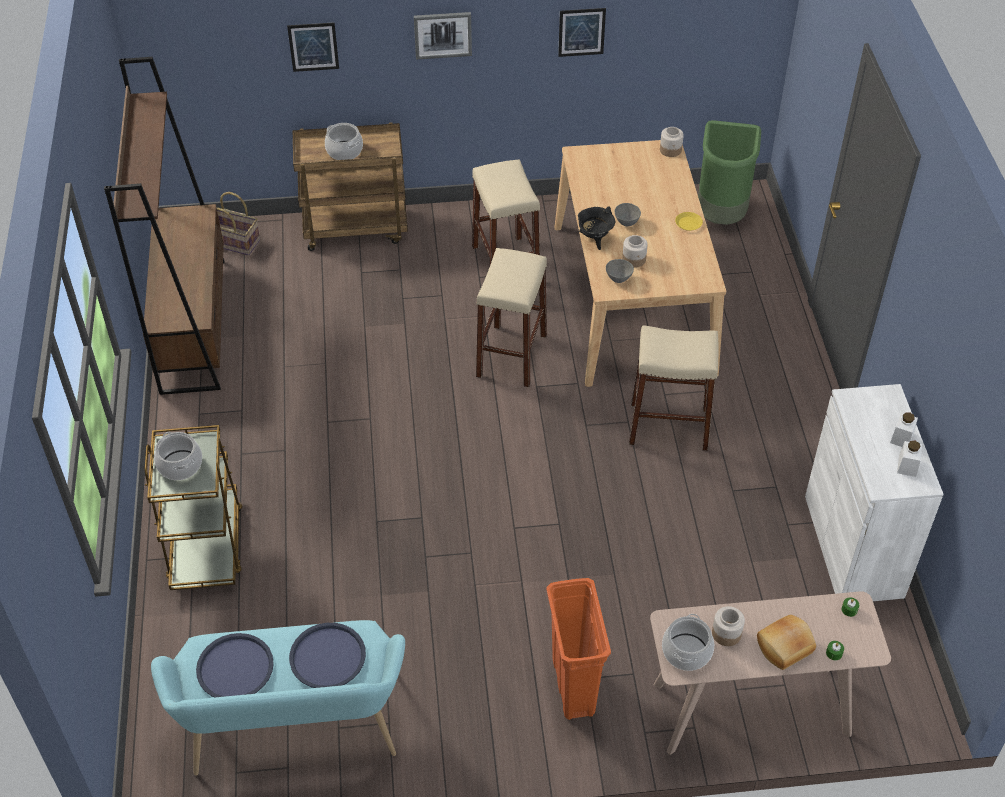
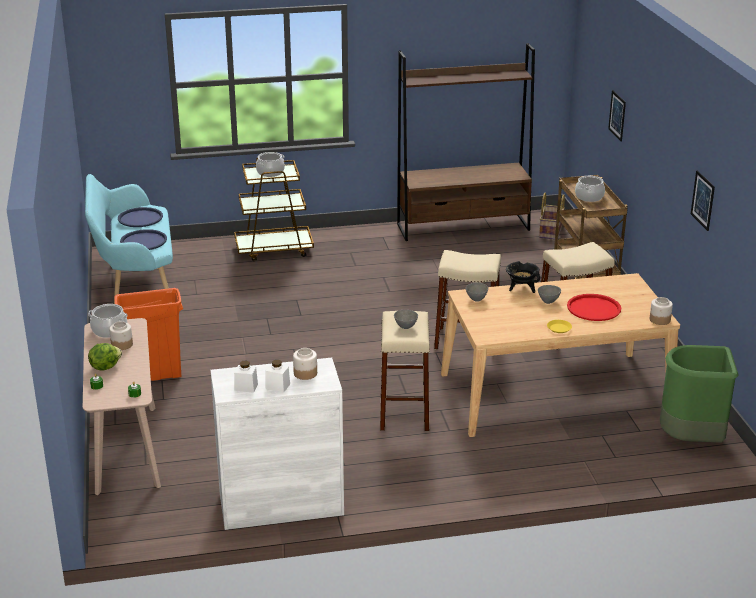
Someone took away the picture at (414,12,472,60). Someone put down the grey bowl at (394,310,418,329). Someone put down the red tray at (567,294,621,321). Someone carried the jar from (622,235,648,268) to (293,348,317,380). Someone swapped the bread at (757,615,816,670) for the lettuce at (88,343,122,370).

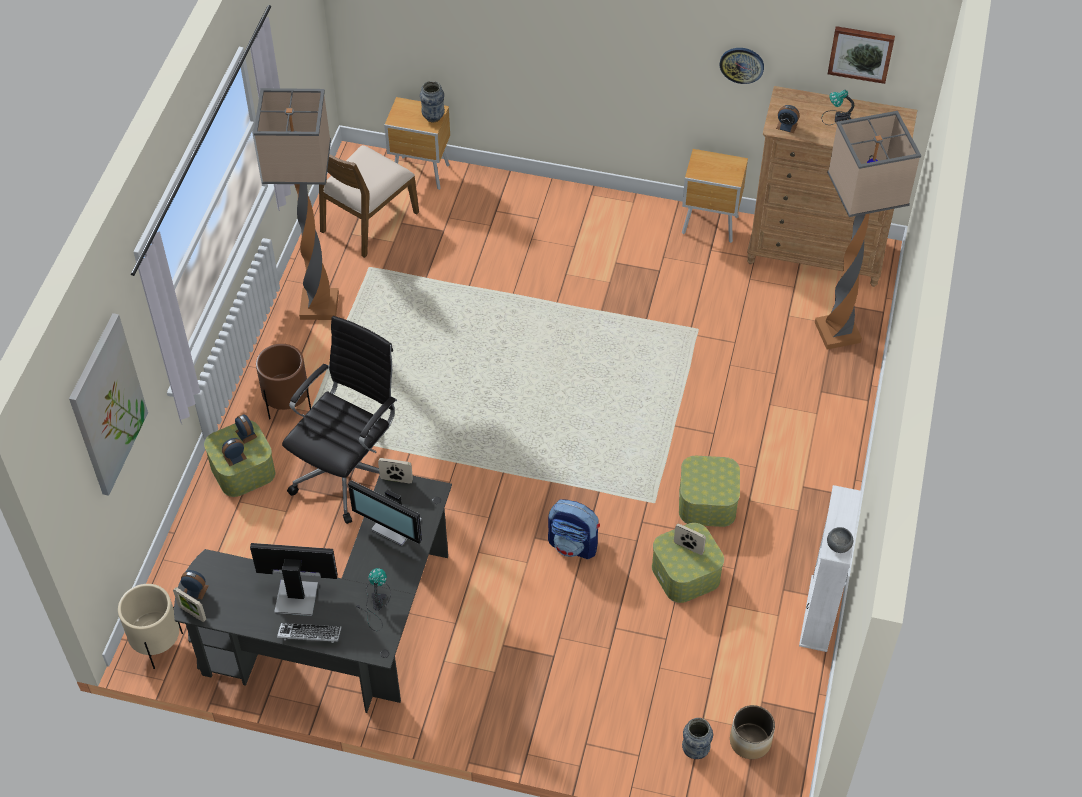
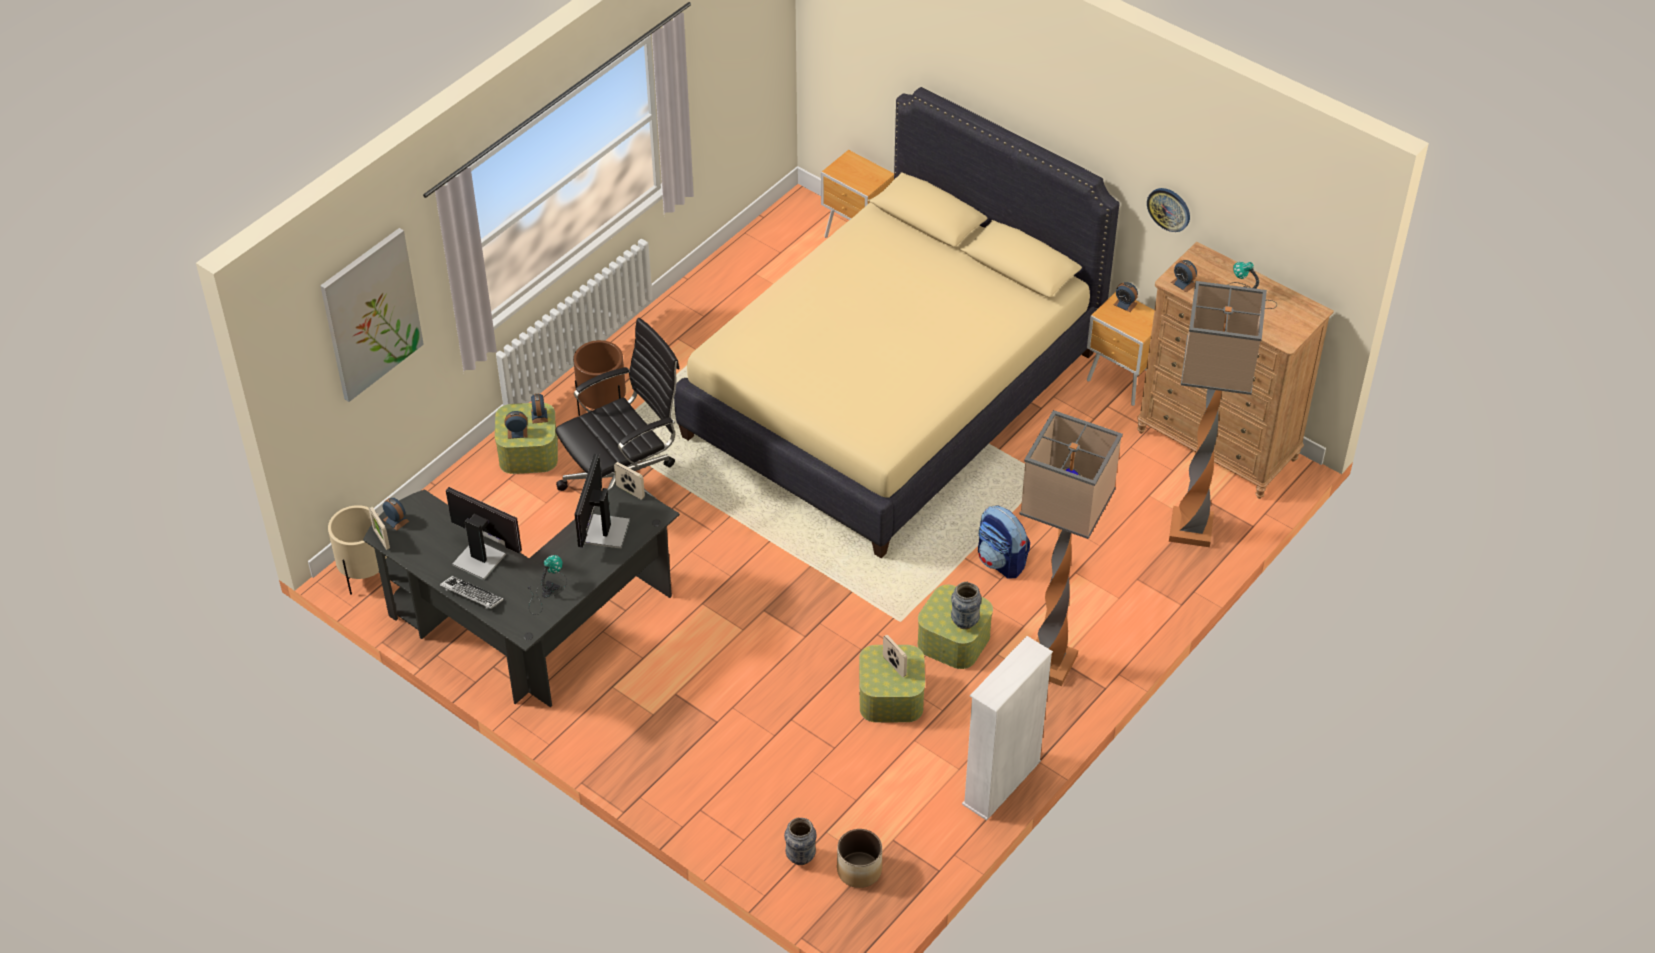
Someone took away the brown chair at (319,145,419,258). Someone took away the grey bowl at (827,527,853,553). Someone took away the picture at (828,26,895,84). Someone put down the beige bed at (674,87,1120,558). Someone put down the alarm clock at (1114,282,1138,312). Someone carried the floor lamp from (253,88,339,320) to (1019,410,1123,686). Someone carried the vase from (420,81,445,122) to (951,582,982,629). Someone carried the backpack from (548,499,600,559) to (978,505,1030,579). Someone rotated the monitor at (348,480,422,546) by 45 degrees clockwise.

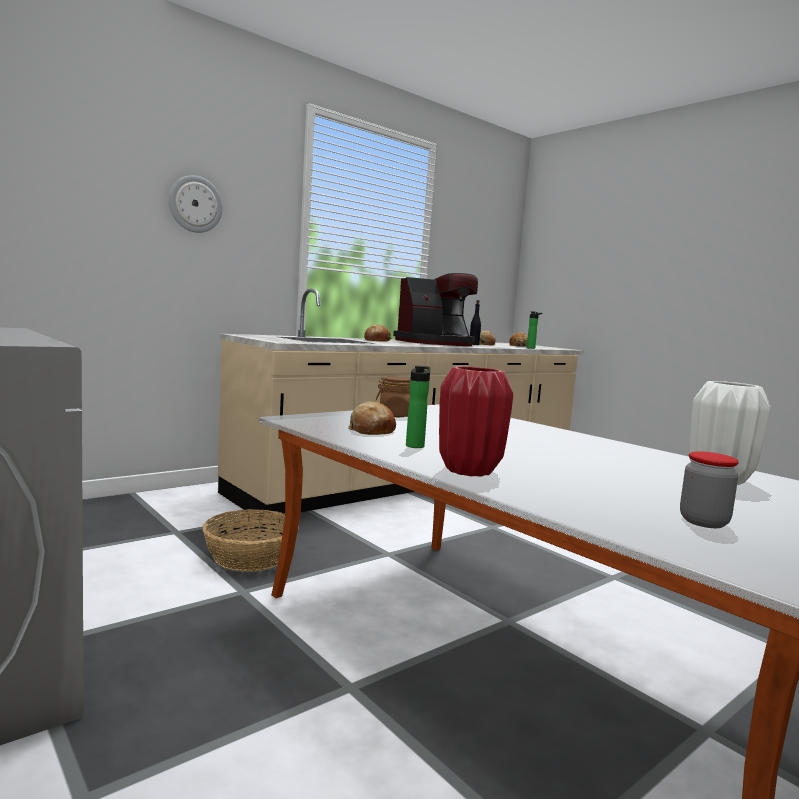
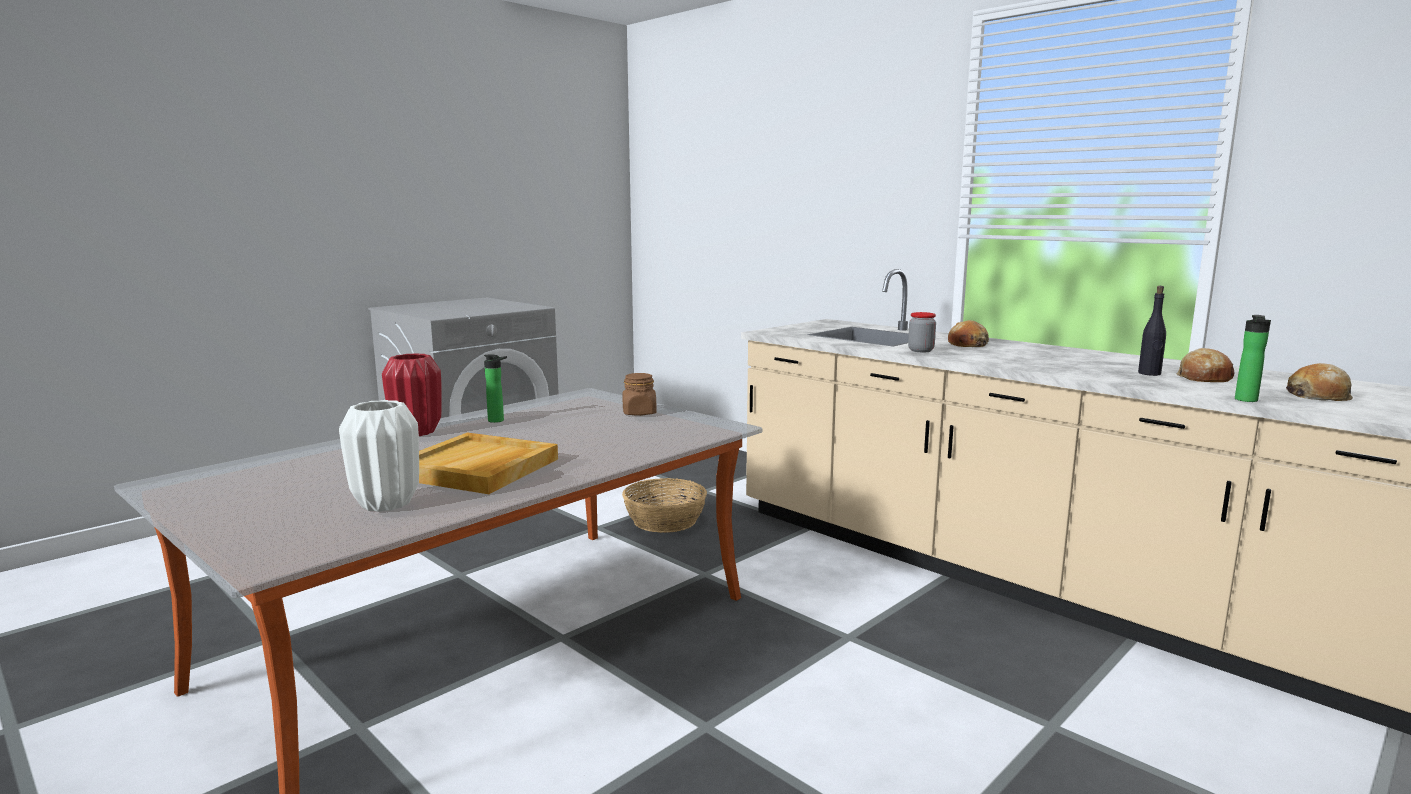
Someone took away the wall clock at (169,175,223,233). Someone took away the bread at (348,401,396,435). Someone took away the coffee machine at (393,273,478,346). Someone put down the beige tray at (419,433,558,494). Someone carried the jar from (680,451,739,528) to (908,312,936,352).

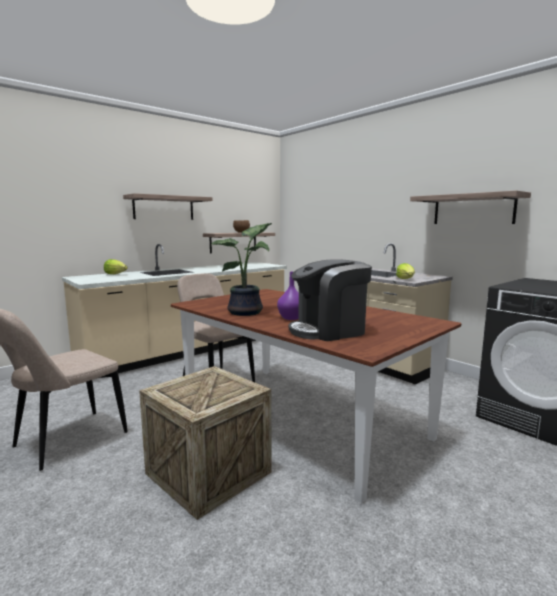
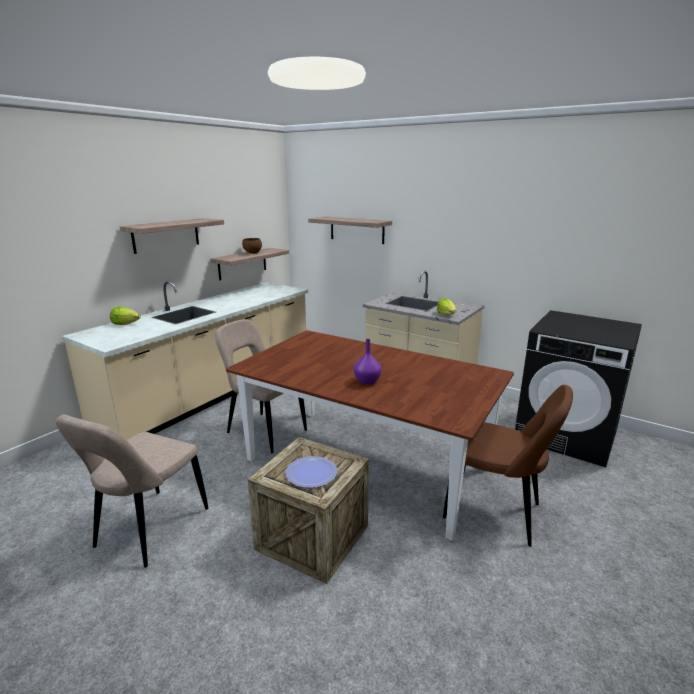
Someone took away the potted plant at (211,223,272,316). Someone took away the coffee machine at (289,259,372,341). Someone put down the plate at (285,456,337,488). Someone put down the brown chair at (443,385,573,547). Someone carried the shelf from (410,190,531,224) to (308,217,392,244).

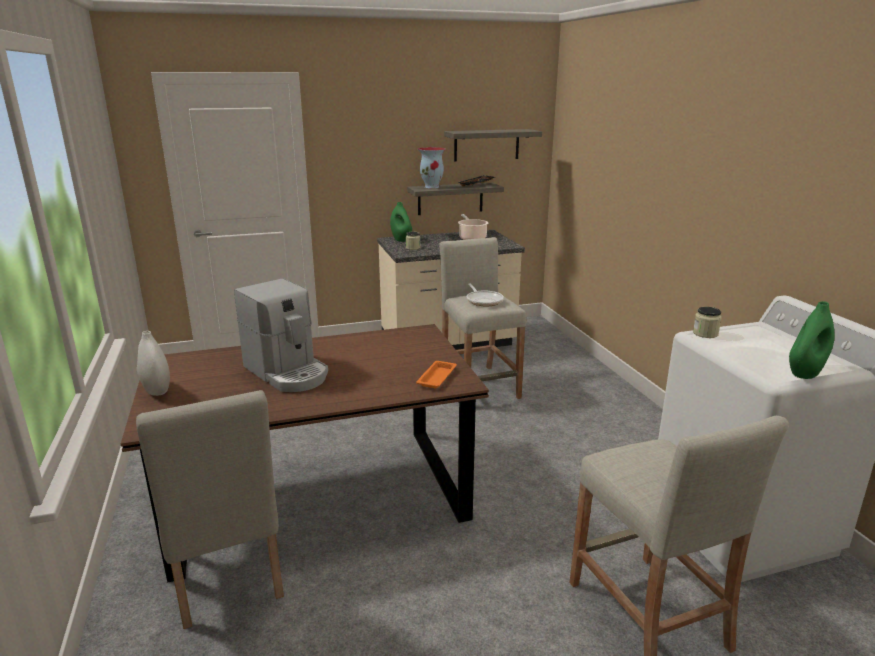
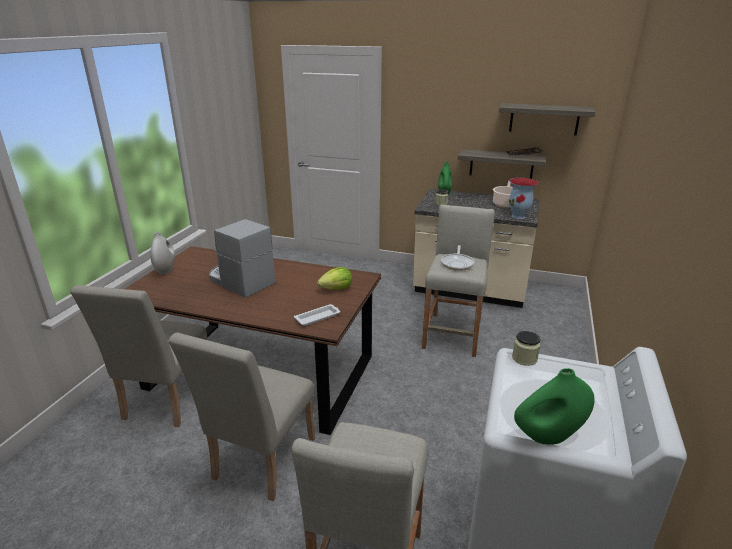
Someone put down the beige chair at (168,332,315,501). Someone put down the lettuce at (317,267,352,290). Someone carried the vase from (418,147,446,188) to (509,178,538,219). Someone repainted the orange tray at (416,361,457,388), which became the white tray at (294,304,340,326). Someone rotated the coffee machine at (234,279,328,392) by 135 degrees clockwise.

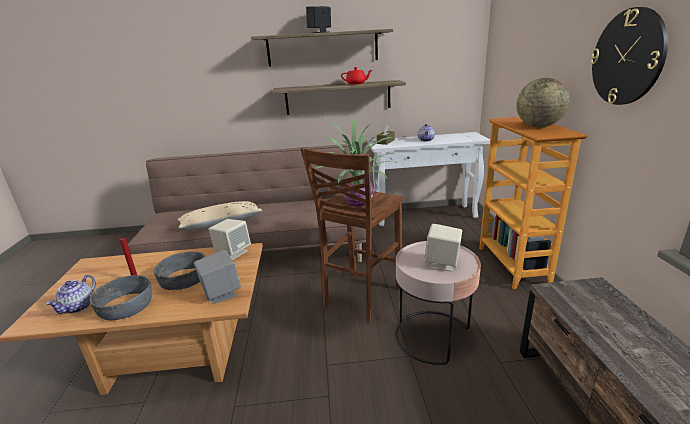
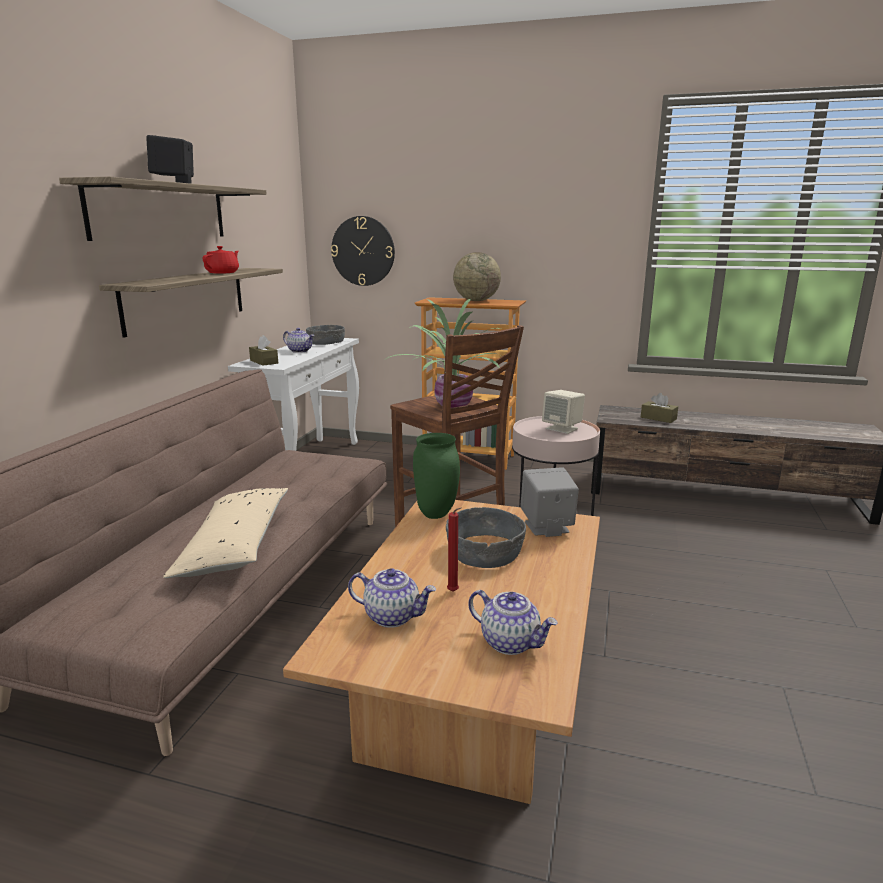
Someone put down the teapot at (348,568,436,628). Someone put down the brown tissue box at (641,393,678,423). Someone carried the grey bowl from (89,275,152,320) to (306,325,345,345). Someone carried the wall clock from (590,7,668,105) to (331,216,395,286). Someone swapped the beige speaker at (209,219,251,260) for the green vase at (413,433,460,519).

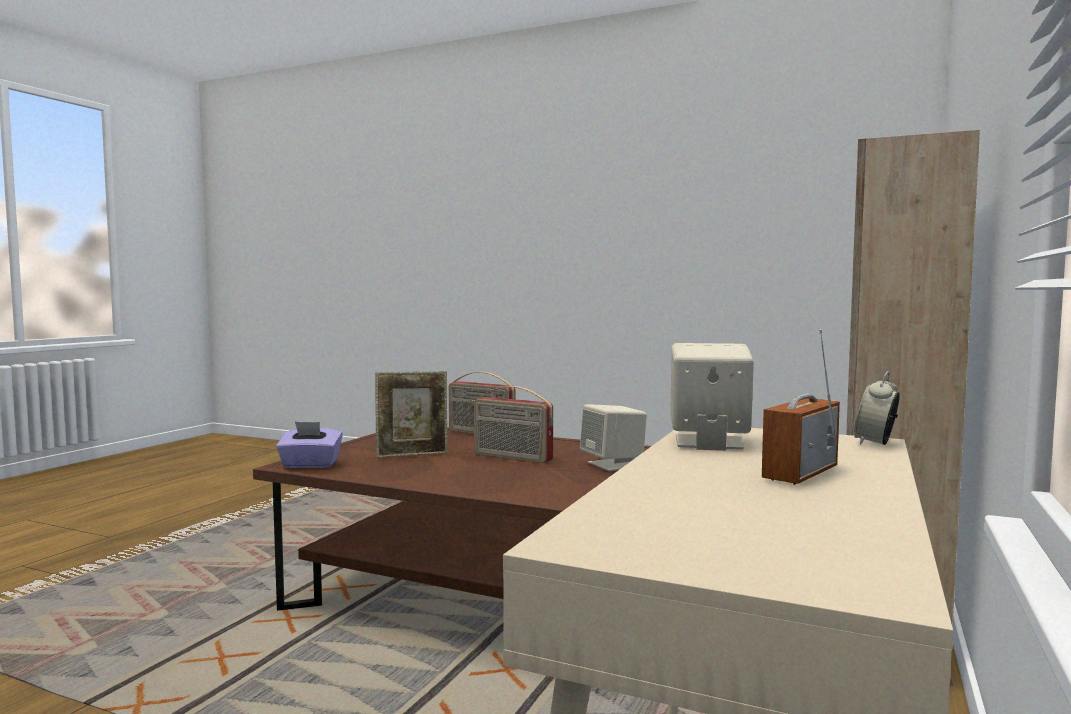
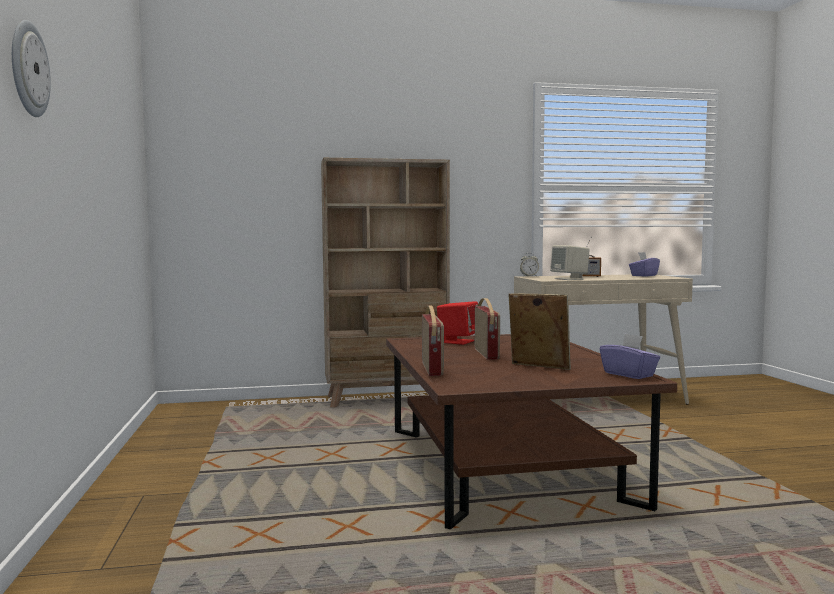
Someone put up the wall clock at (12,20,51,117). Someone put down the purple tissue box at (629,252,660,277). Someone repainted the beige speaker at (580,404,647,471), which became the red speaker at (437,301,478,345).

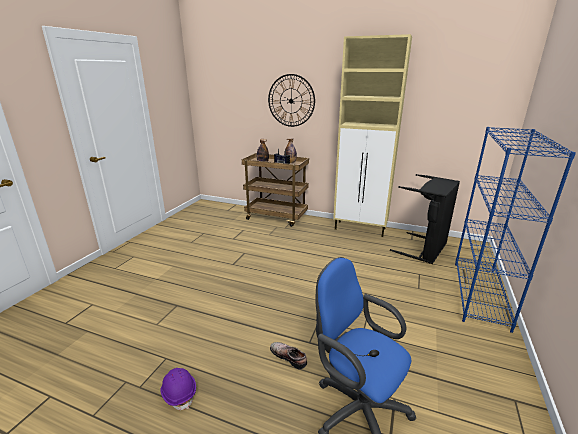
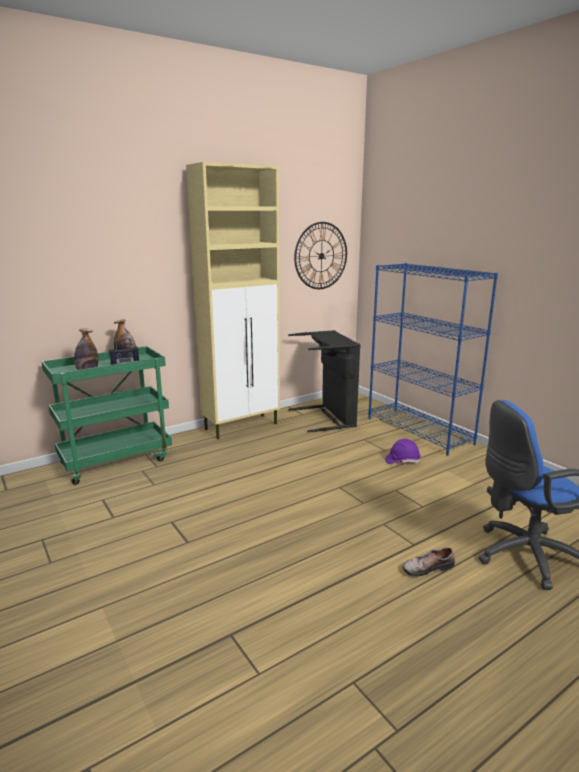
Someone carried the purple hard hat from (160,368,196,410) to (385,439,420,464). Someone carried the wall clock from (268,74,315,127) to (294,222,347,289). Someone repainted the brown cart at (242,153,309,227), which became the green cart at (41,346,172,485).

